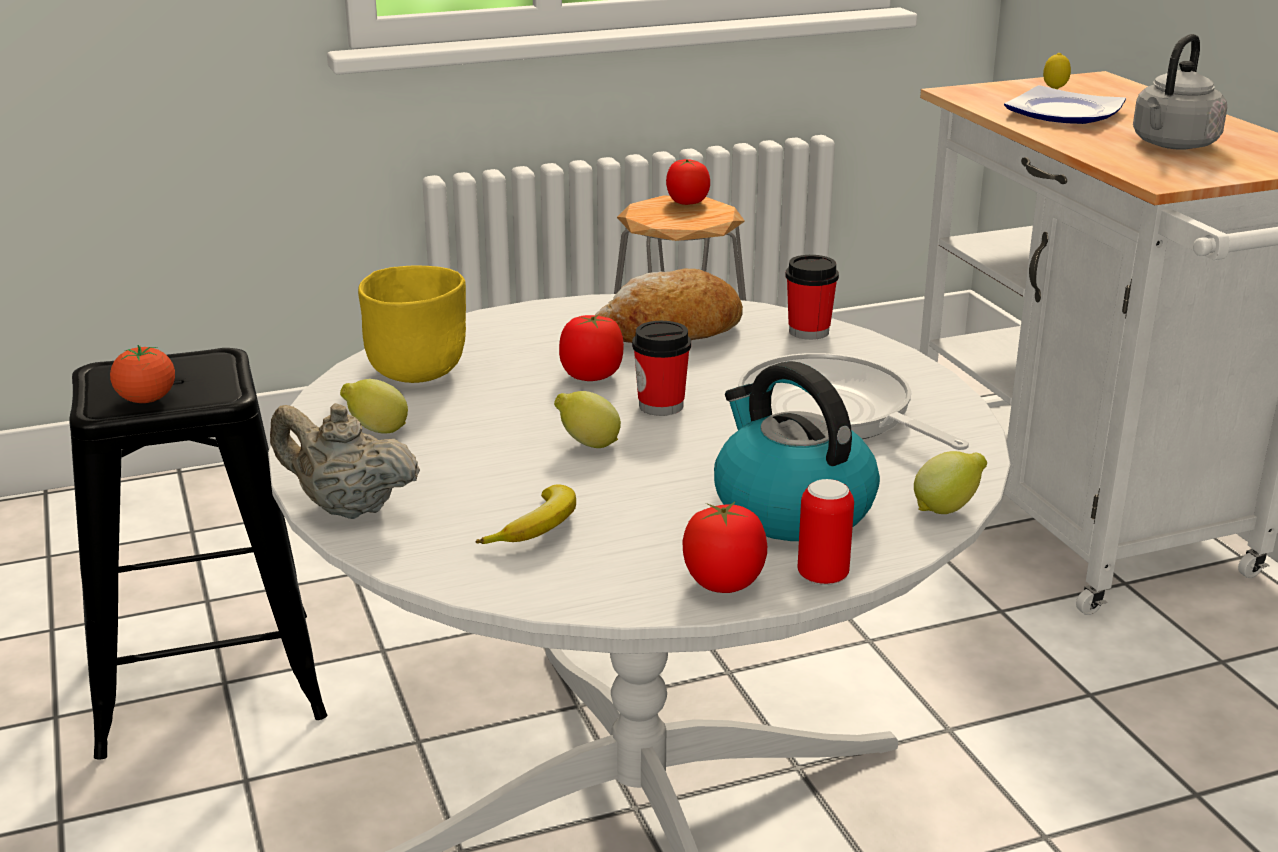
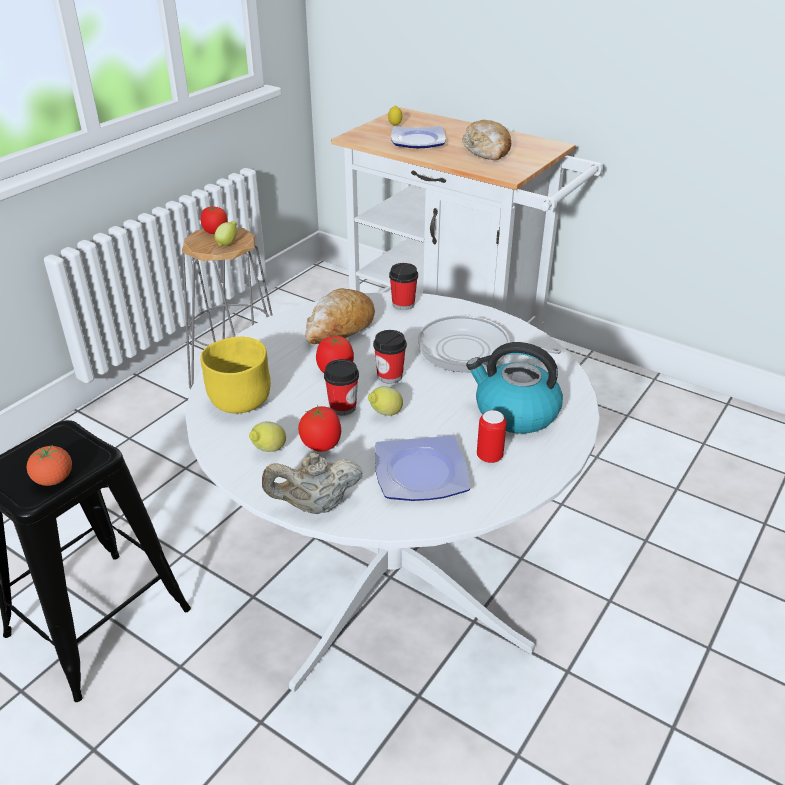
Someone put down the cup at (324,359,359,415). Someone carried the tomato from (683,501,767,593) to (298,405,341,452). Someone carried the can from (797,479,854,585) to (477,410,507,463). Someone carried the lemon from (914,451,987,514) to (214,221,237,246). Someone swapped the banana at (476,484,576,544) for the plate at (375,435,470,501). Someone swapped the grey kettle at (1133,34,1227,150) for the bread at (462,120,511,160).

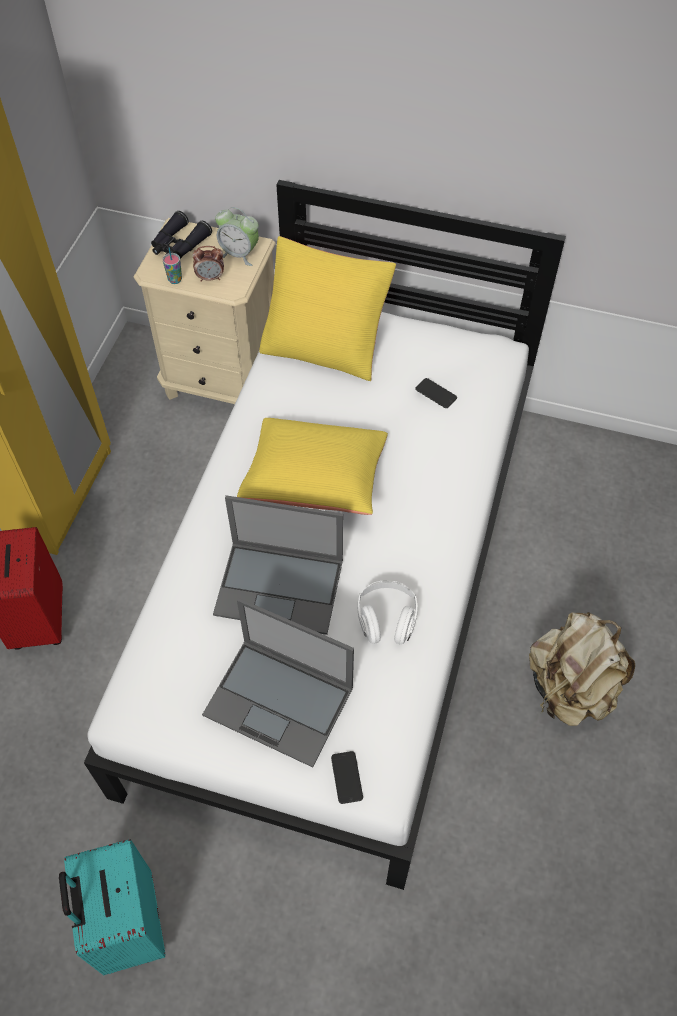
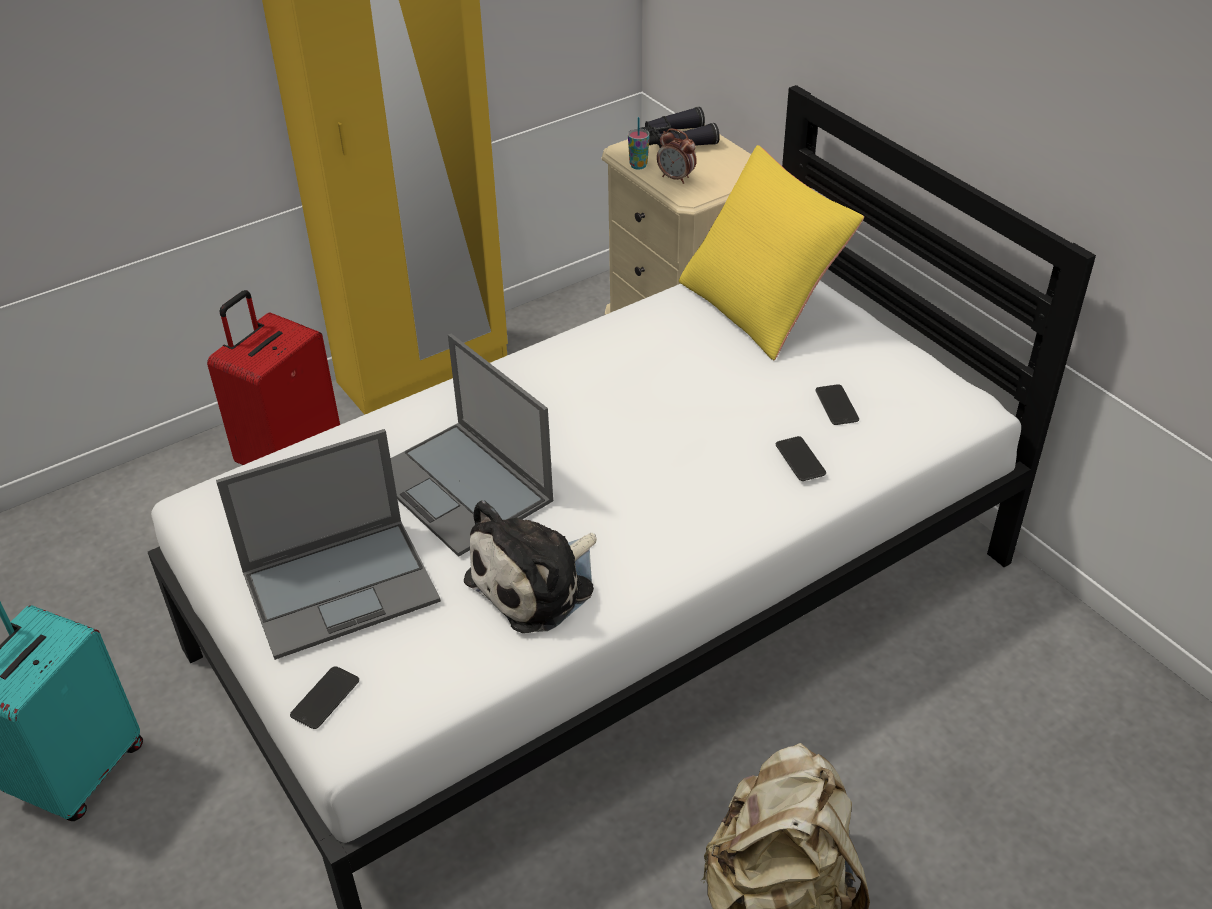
Someone took away the alarm clock at (215,207,259,266). Someone took away the yellow pillow at (237,418,388,515). Someone put down the phone at (776,436,826,481). Someone swapped the white headphones at (358,580,418,645) for the plush toy at (464,500,597,633). Someone rotated the laptop at (202,598,354,767) by 90 degrees counterclockwise.

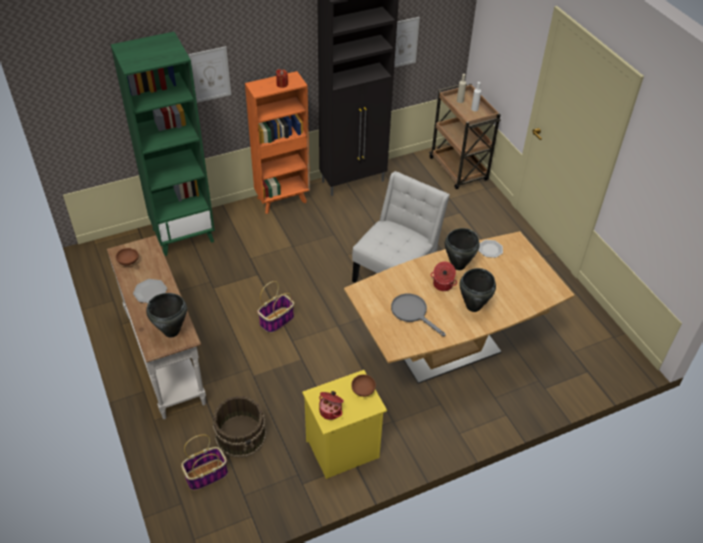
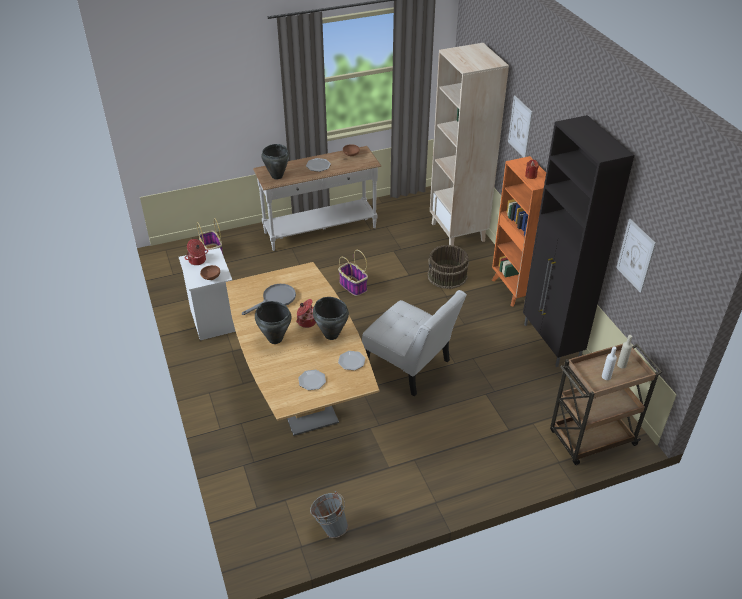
Someone put down the plate at (298,370,326,390). Someone put down the grey bucket at (310,491,348,538). Someone carried the brown bucket from (212,396,266,458) to (428,245,469,289). Someone repainted the green bookcase at (110,32,215,256), which became the beige bookcase at (430,43,509,246). Someone repainted the yellow nightstand at (302,370,387,479), which became the white nightstand at (179,248,236,340).

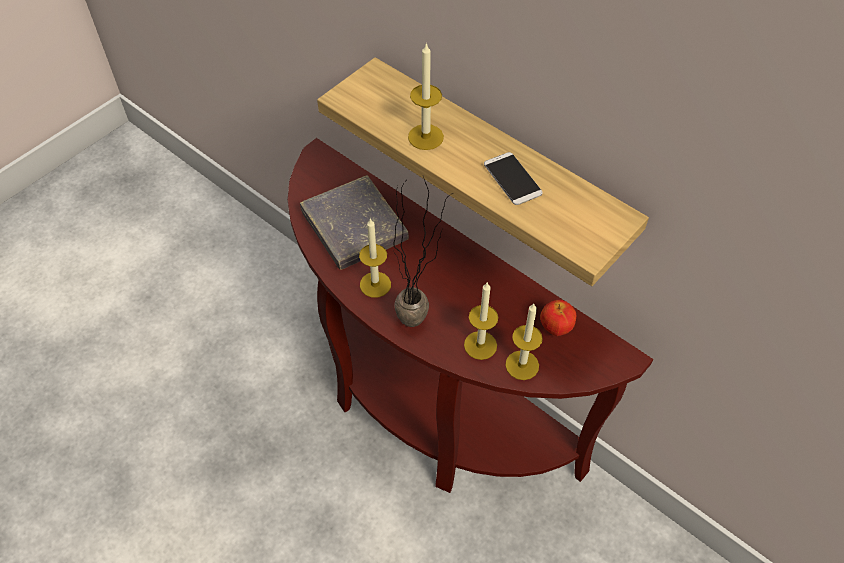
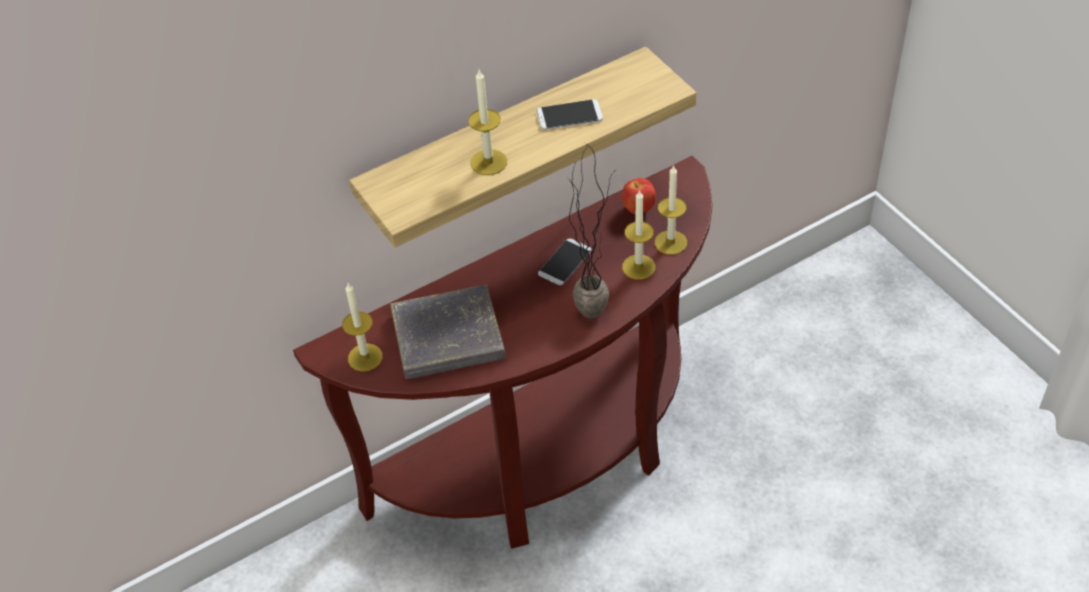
Someone put down the phone at (538,238,592,285). Someone carried the candle from (359,218,391,298) to (342,283,383,372).

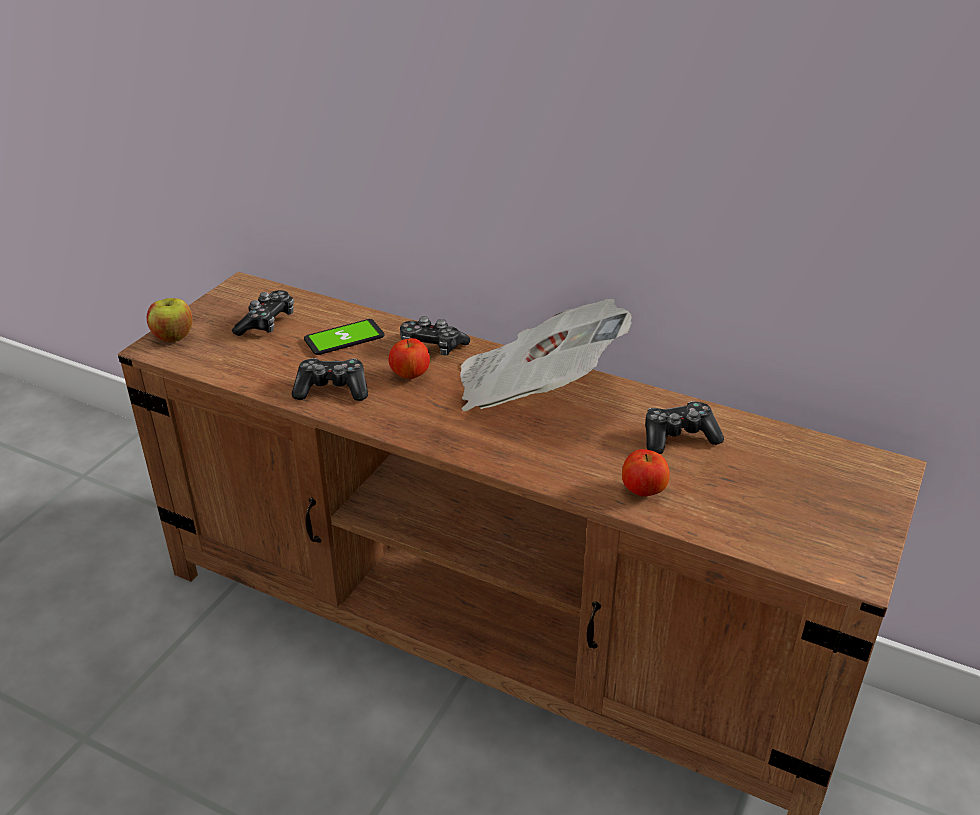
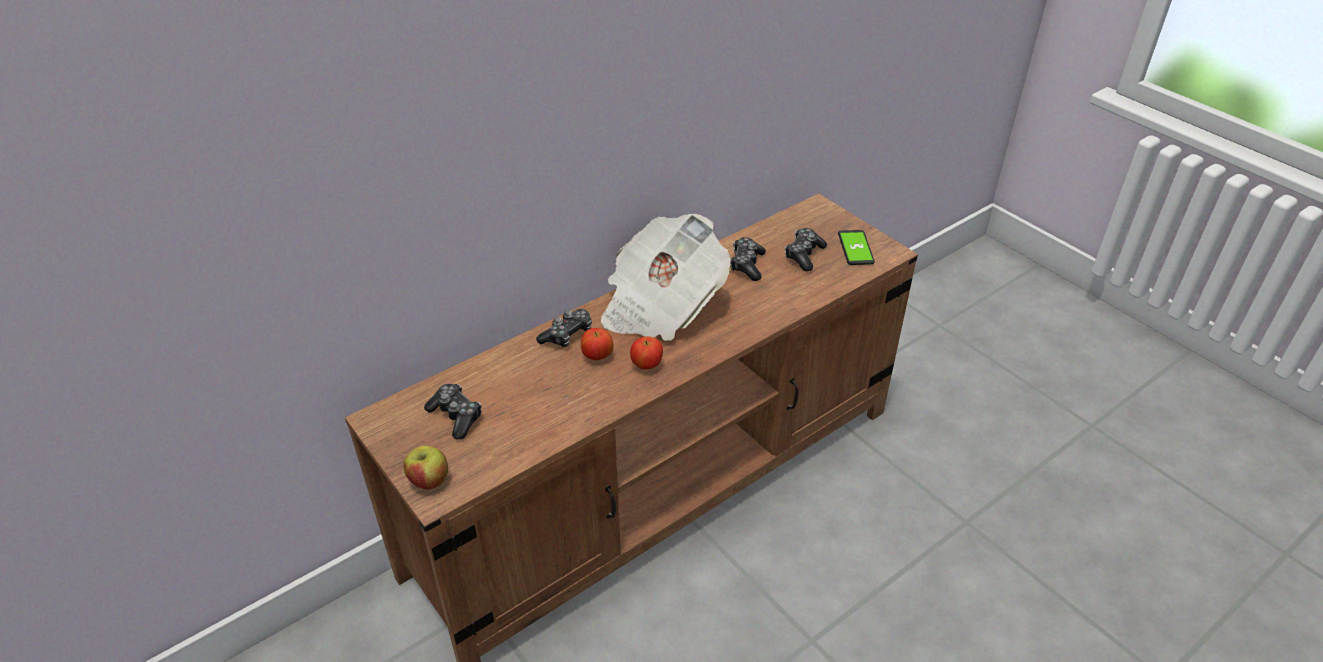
Someone carried the game controller from (292,358,368,401) to (785,228,827,271). Someone carried the phone from (304,319,385,355) to (838,230,875,265). Someone carried the apple from (622,449,670,497) to (630,336,663,369).

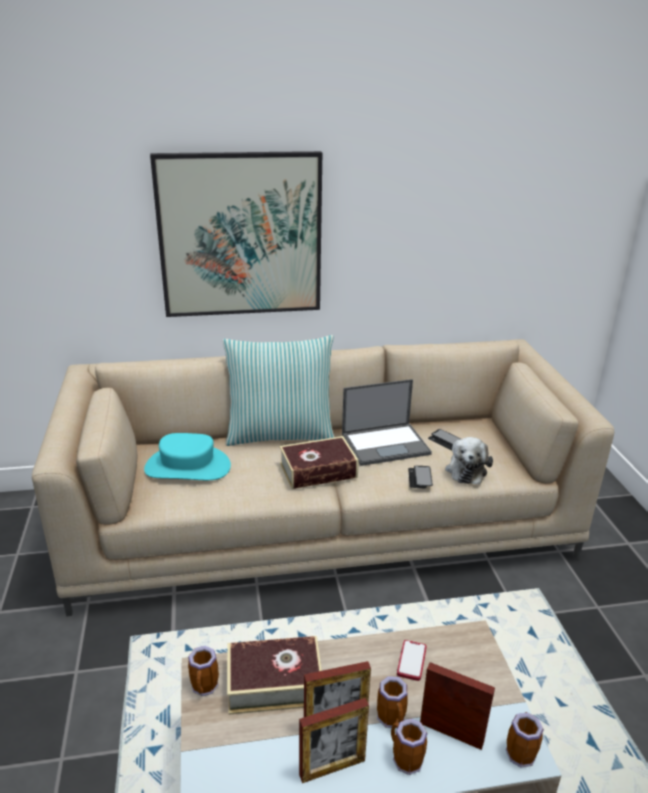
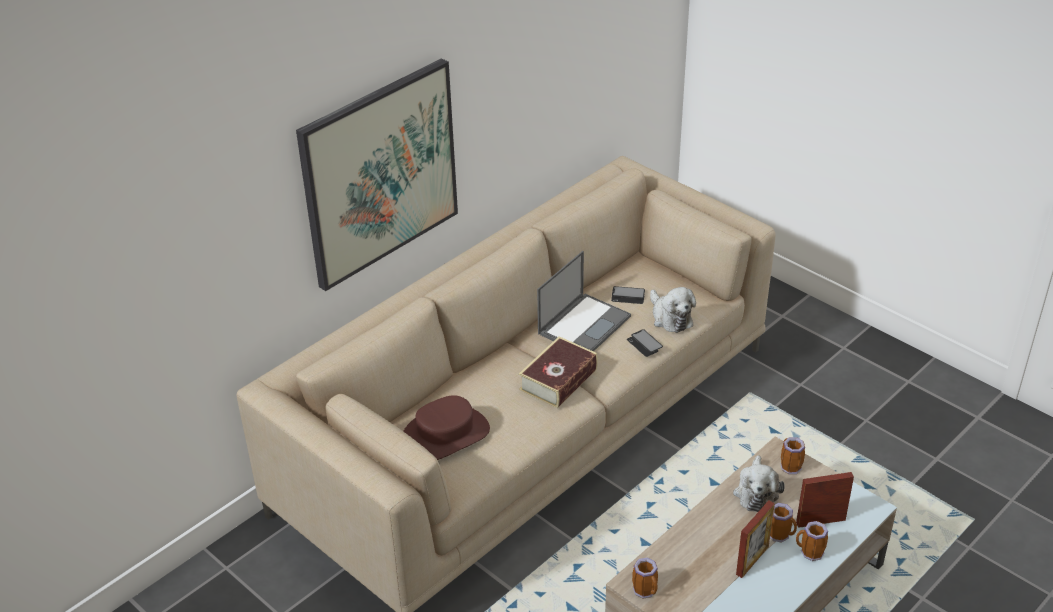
Someone took away the pillow at (223,335,334,446). Someone took away the book at (227,636,322,715). Someone took away the picture frame at (299,698,369,783). Someone carried the mug from (505,712,544,768) to (780,437,805,474). Someone swapped the phone at (397,640,427,681) for the plush toy at (733,455,785,512). Someone repainted the turquoise hat at (144,433,231,480), which became the brown hat at (403,395,490,460).

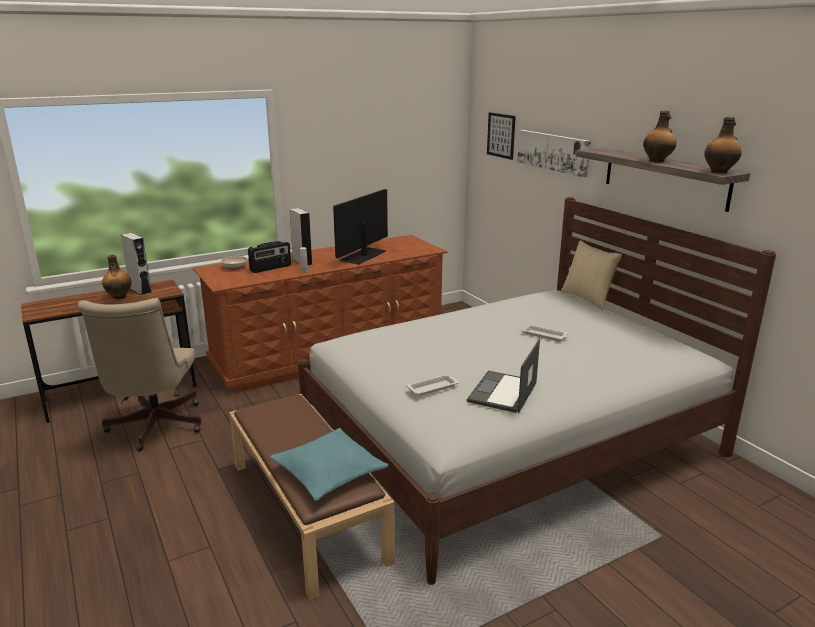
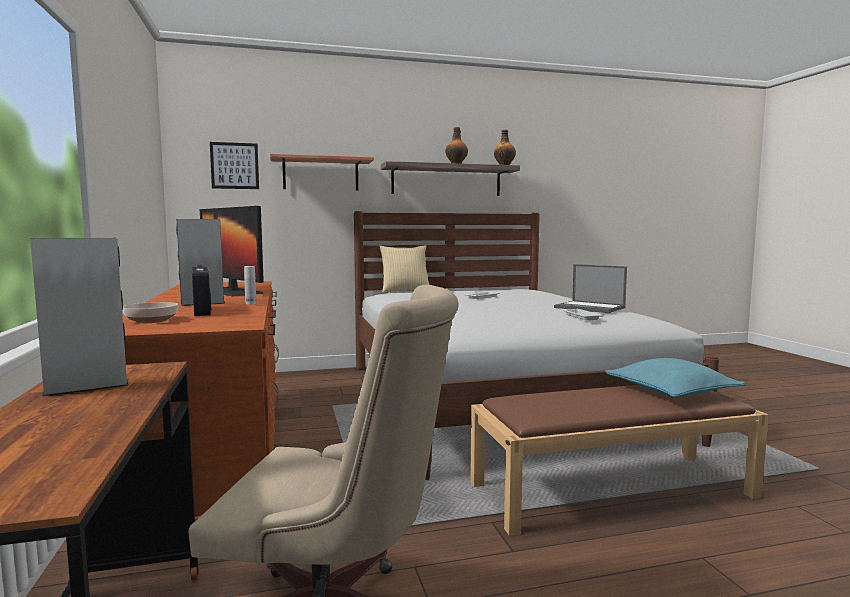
Someone took away the bottle at (102,254,131,299). Someone swapped the picture at (517,130,591,177) for the shelf at (270,154,374,191).

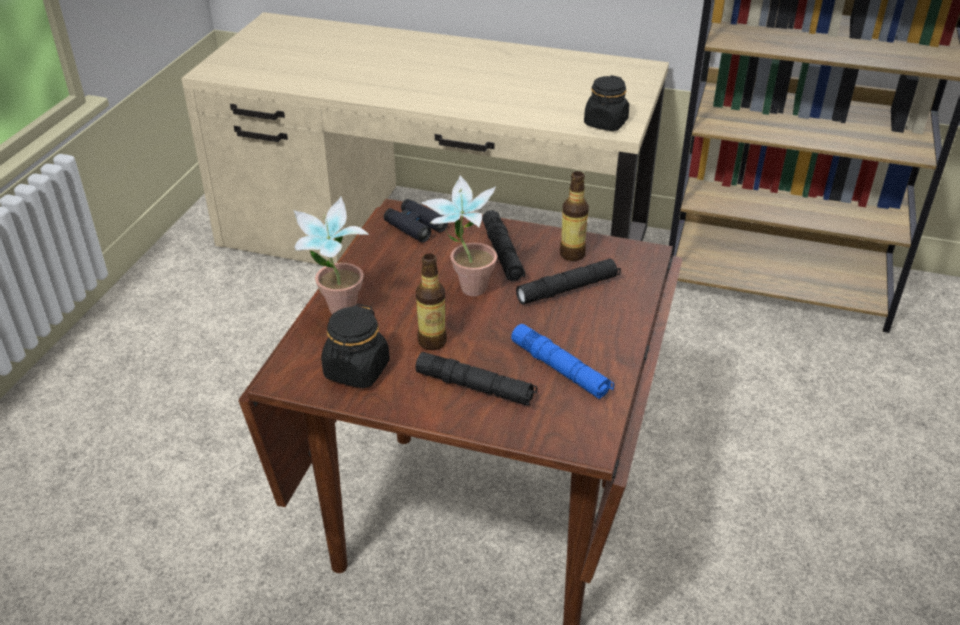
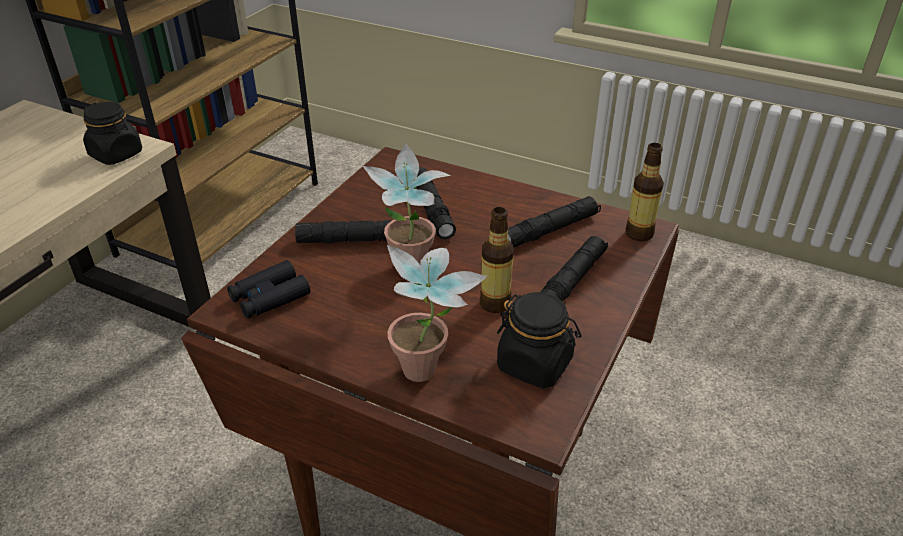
Someone carried the bottle from (559,171,589,261) to (625,143,664,242). Someone repainted the blue flashlight at (511,324,614,399), which became the black flashlight at (508,196,601,247).

